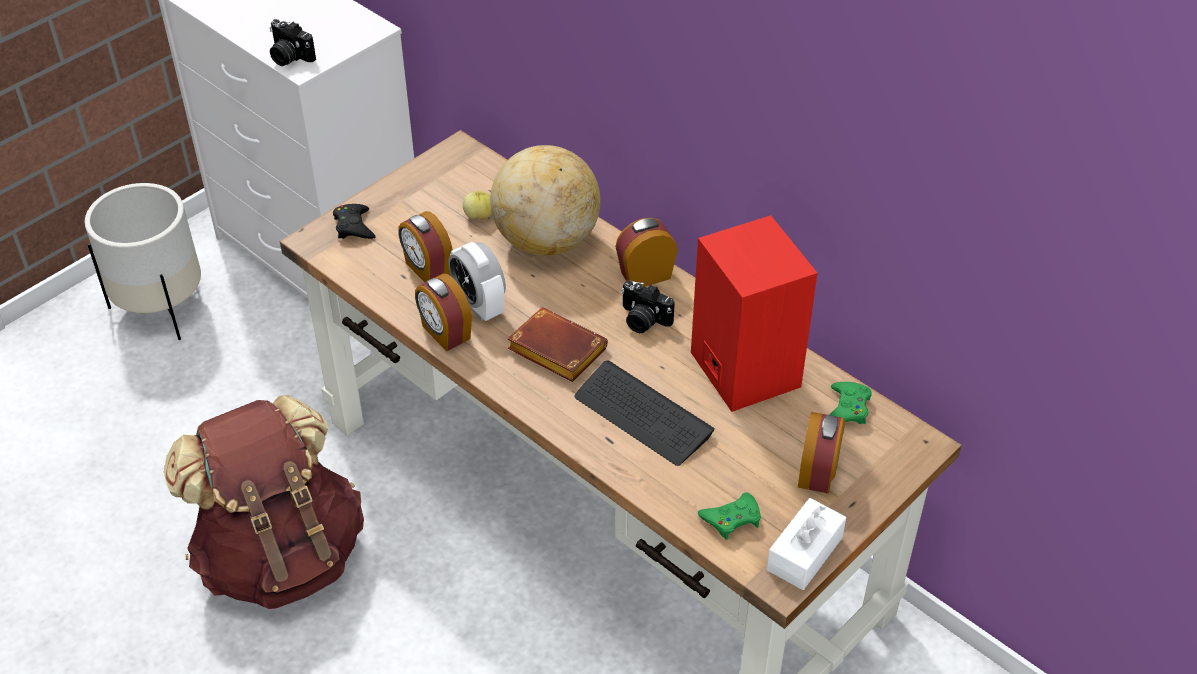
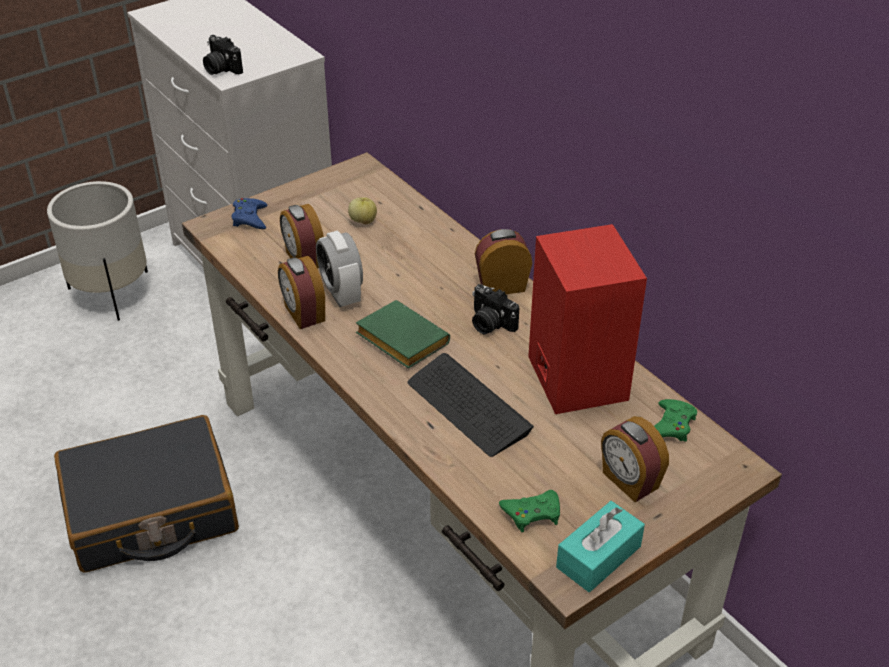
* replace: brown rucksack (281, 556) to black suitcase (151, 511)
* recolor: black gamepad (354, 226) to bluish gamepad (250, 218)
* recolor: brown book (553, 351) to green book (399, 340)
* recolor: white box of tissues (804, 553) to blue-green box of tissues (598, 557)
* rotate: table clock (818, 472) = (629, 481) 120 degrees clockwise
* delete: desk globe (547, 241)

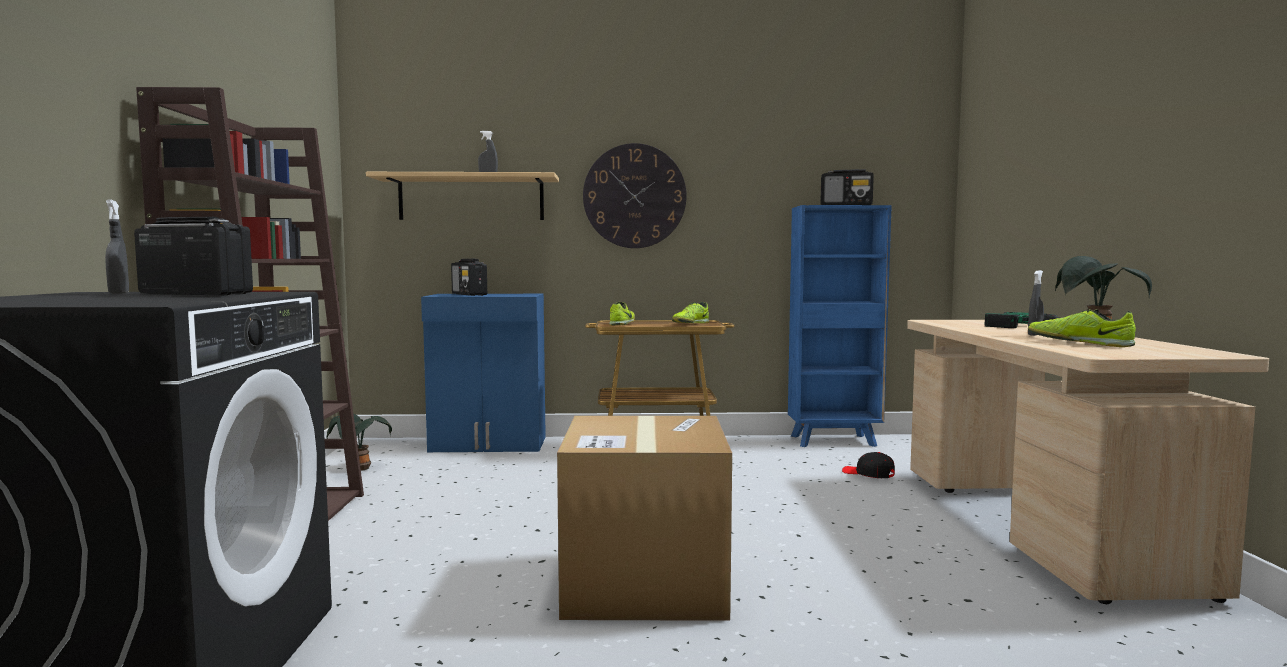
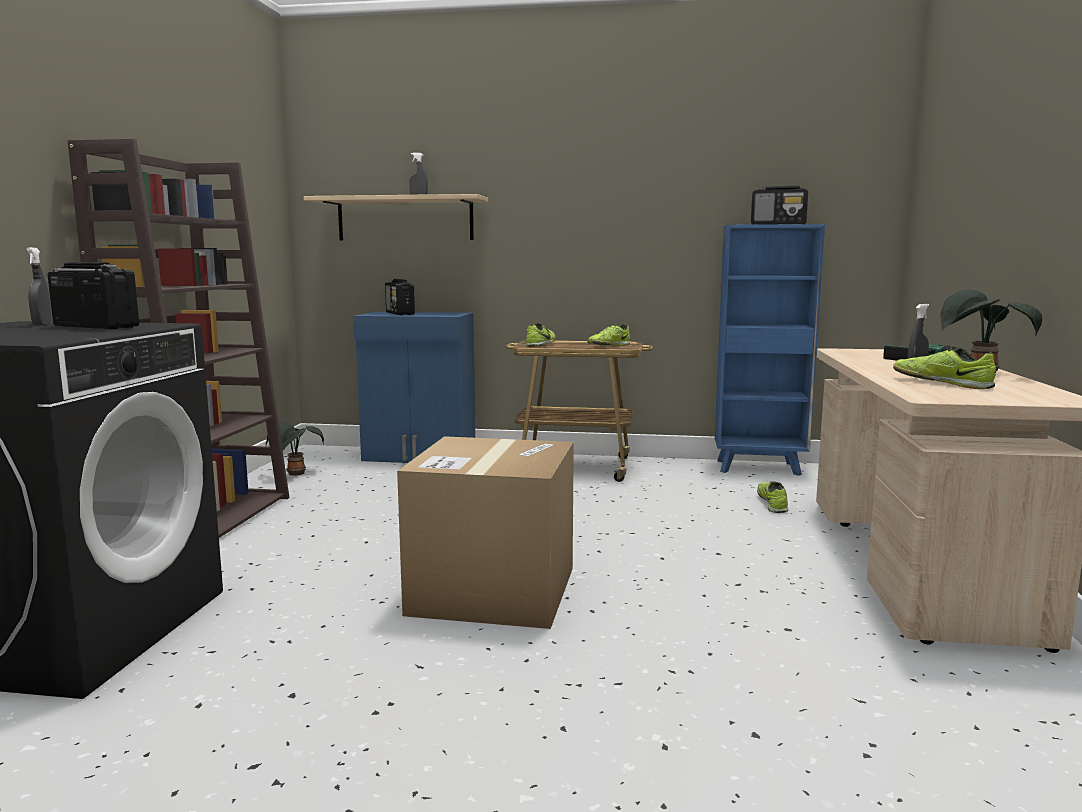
* replace: black cap (868, 474) to low shoe (772, 503)
* delete: wall clock (634, 196)

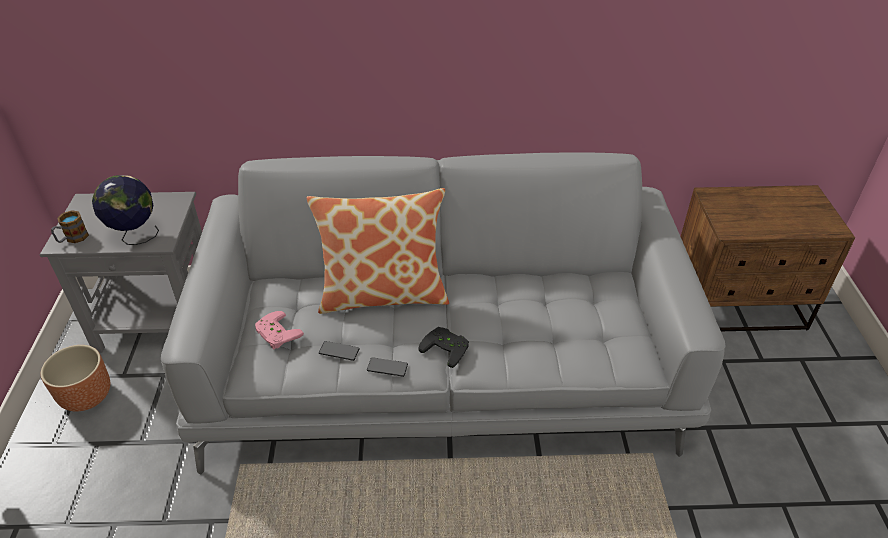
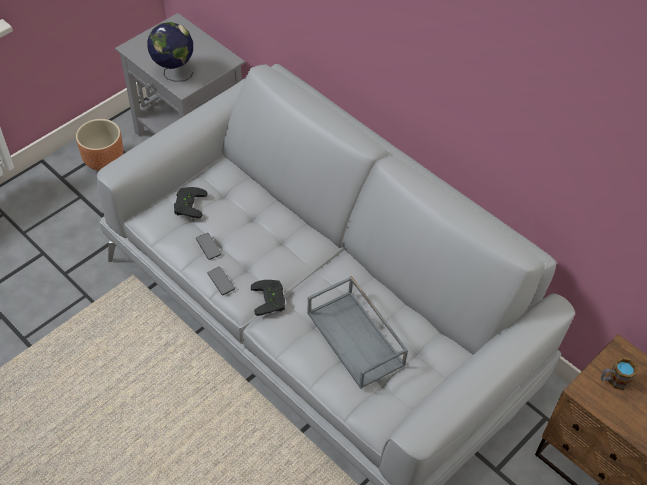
* recolor: pink-coloured gamepad (275, 334) to black gamepad (188, 204)
* insert: greyish tray (357, 339)
* move: coffee mug (72, 238) to (614, 380)
* delete: pillow (383, 294)

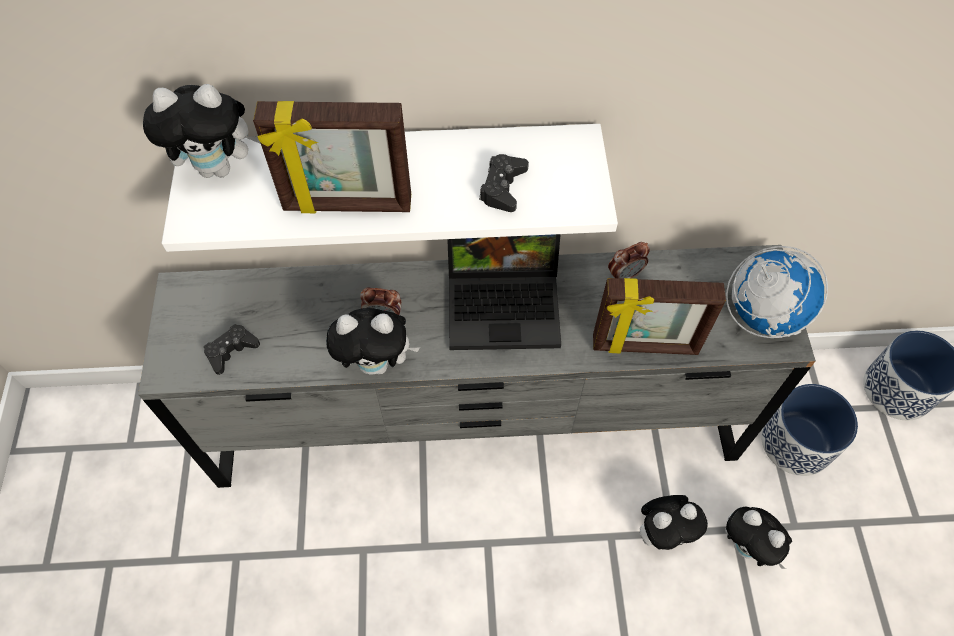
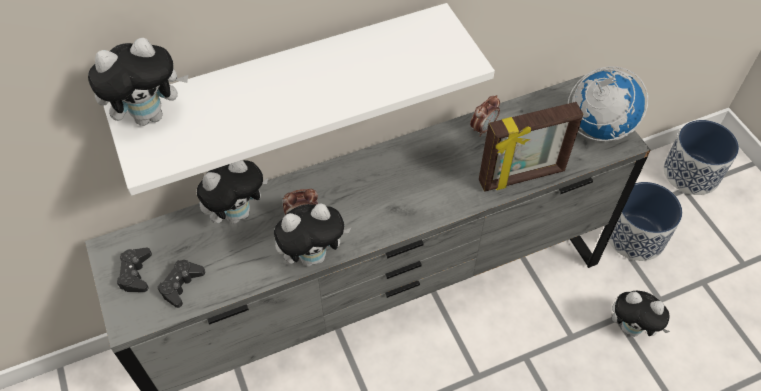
* move: black gamepad (503, 187) to (136, 273)
* move: soft toy (663, 533) to (237, 213)
* delete: picture frame (347, 205)
* delete: laptop (506, 301)

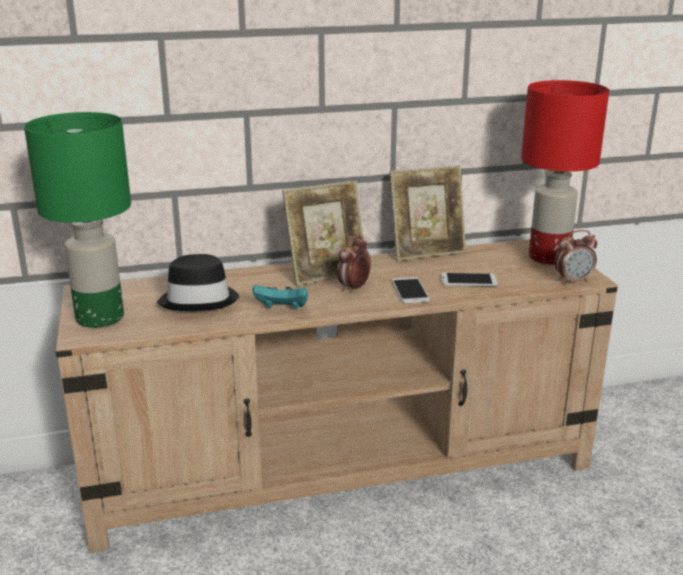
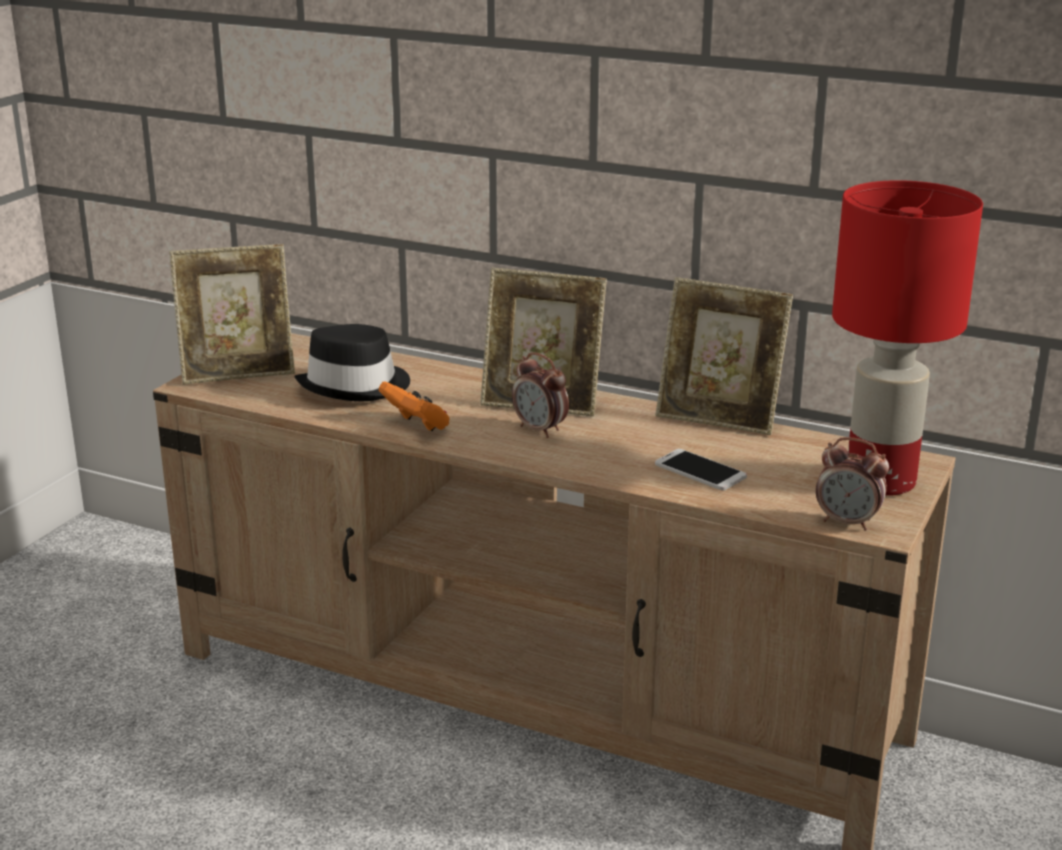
* replace: green tabletop lamp (100, 317) to picture frame (238, 372)
* recolor: blue-green gamepad (282, 309) to orange-coloured gamepad (417, 426)
* rotate: table clock (354, 288) = (540, 430) 120 degrees counterclockwise
* delete: handset (410, 291)

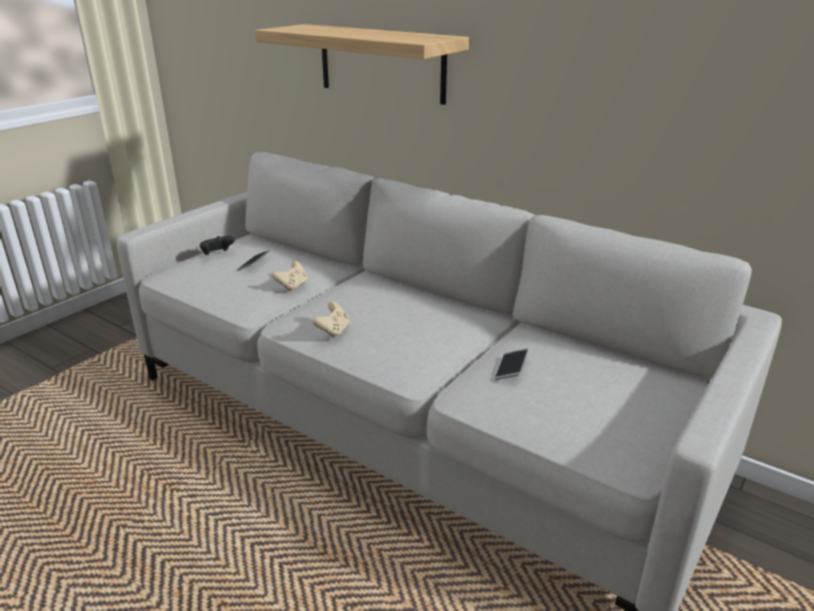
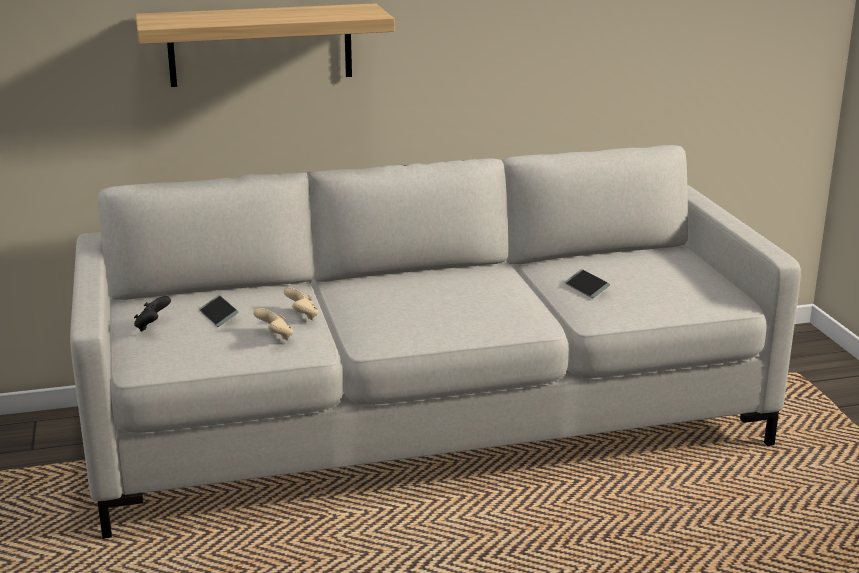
* move: sand-coloured gamepad (333, 331) to (275, 337)

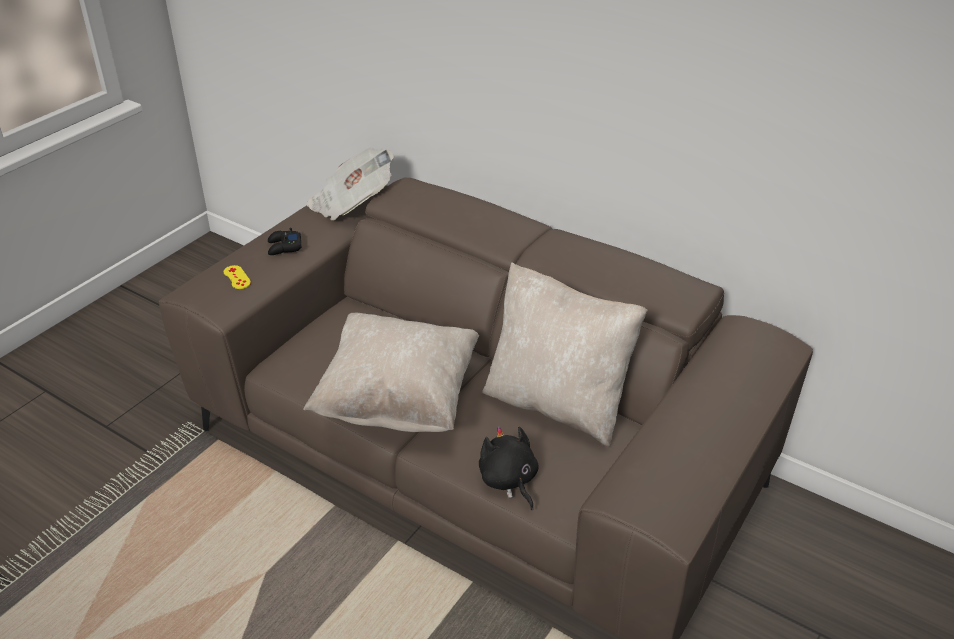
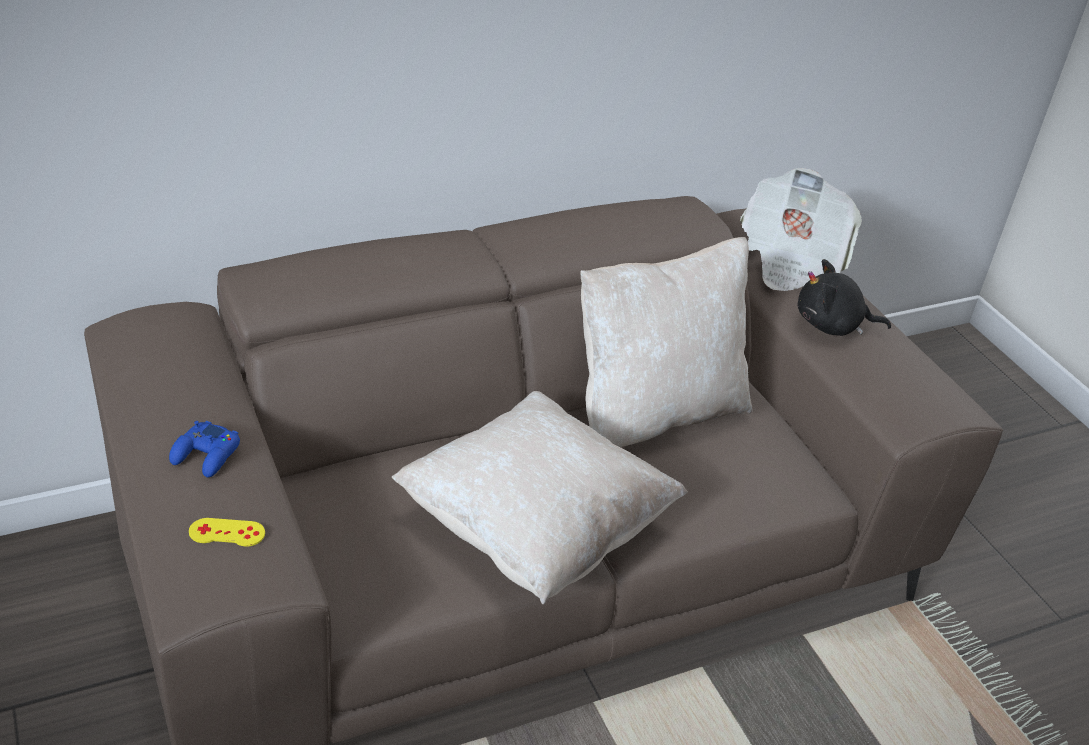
* recolor: black gamepad (284, 247) to bluish gamepad (206, 455)
* move: printed paper (351, 204) to (791, 260)
* move: black soft toy (508, 480) to (832, 326)

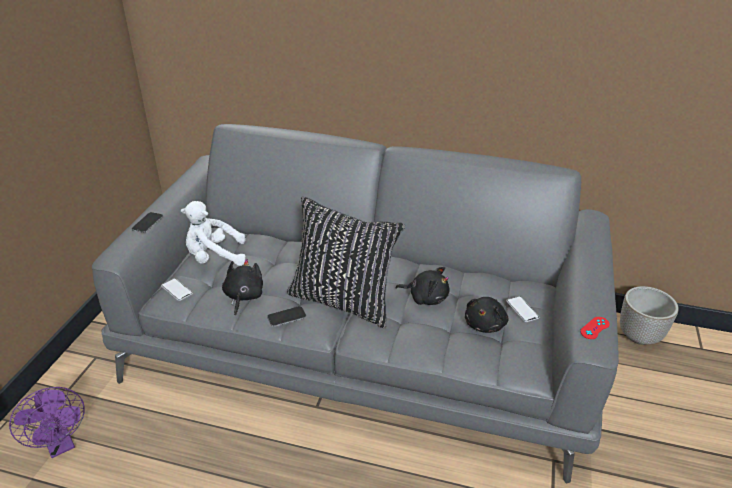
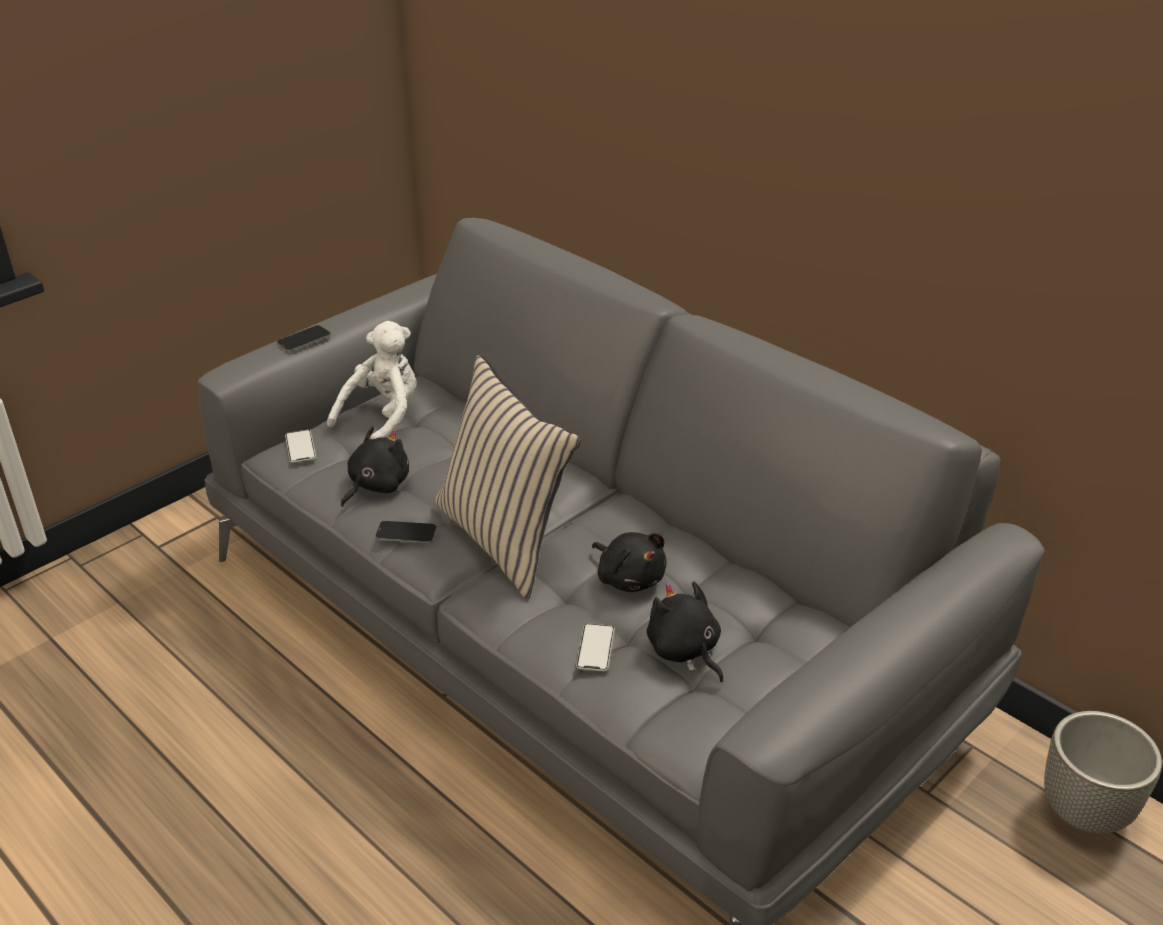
* rotate: white soft toy (214, 257) = (383, 418) 105 degrees clockwise
* recolor: black pillow (343, 300) to sand-coloured pillow (504, 538)
* move: handset (522, 309) to (595, 648)
* rotate: black soft toy (485, 324) = (684, 651) 90 degrees clockwise
* delete: purplish fan (61, 445)
* delete: reddish gamepad (594, 328)

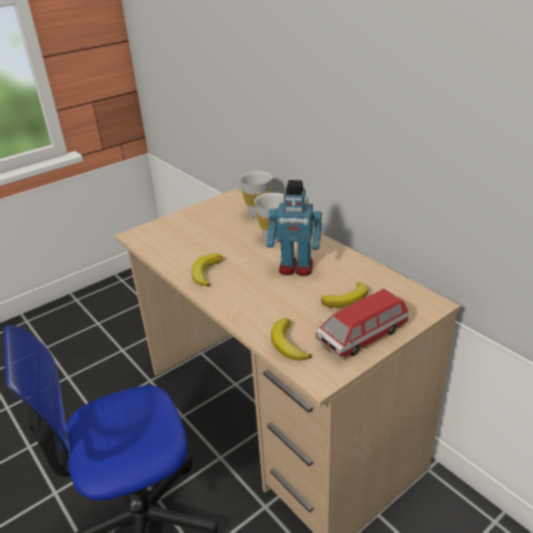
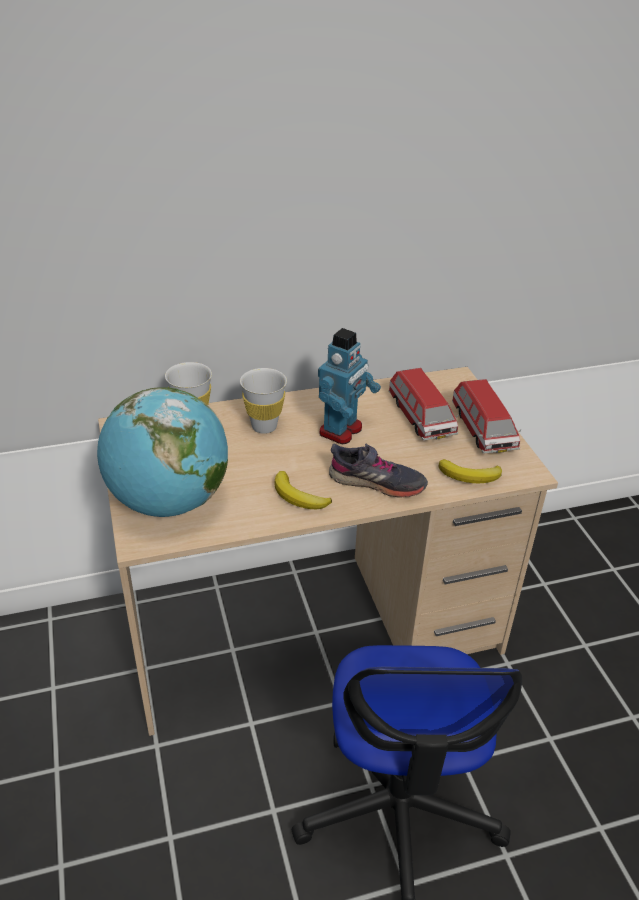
* insert: desk globe (169, 502)
* insert: greyish low shoe (376, 483)
* replace: banana (348, 299) to miniature car (420, 418)

